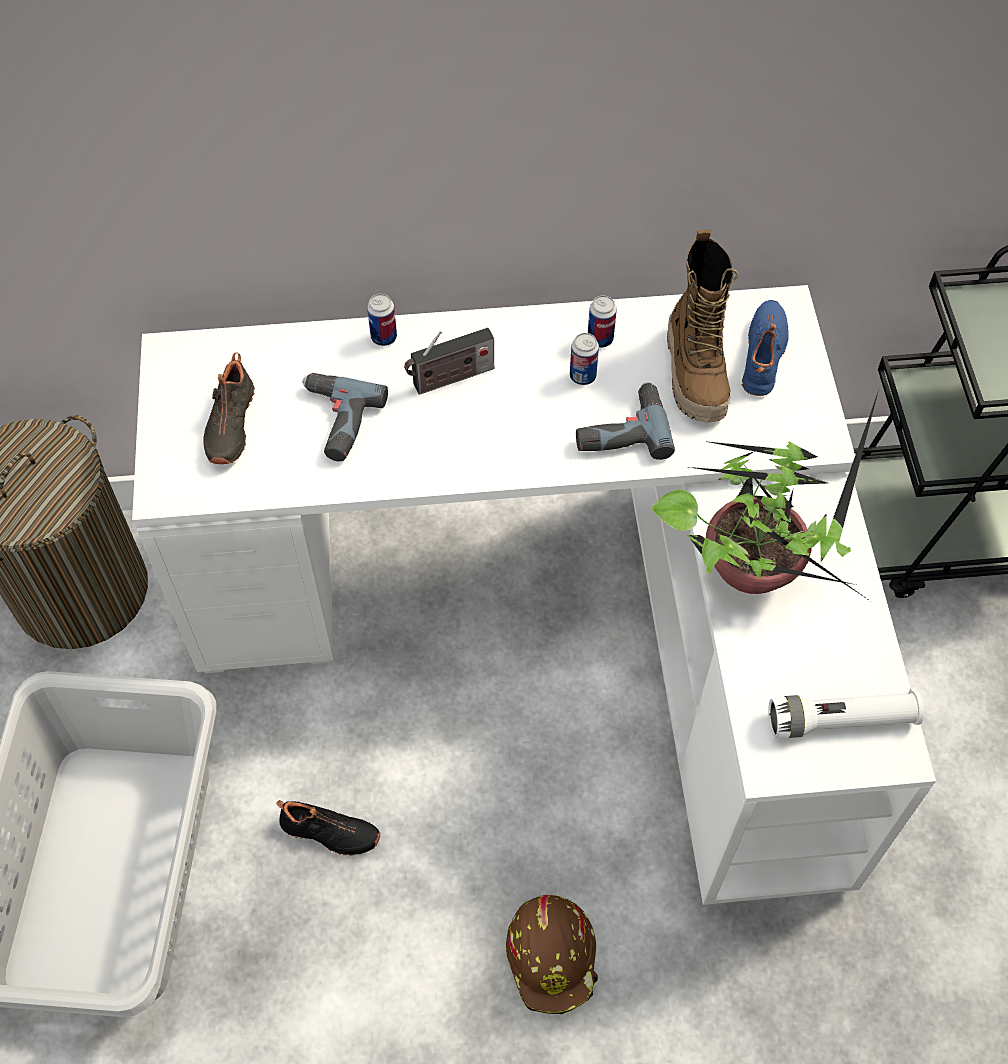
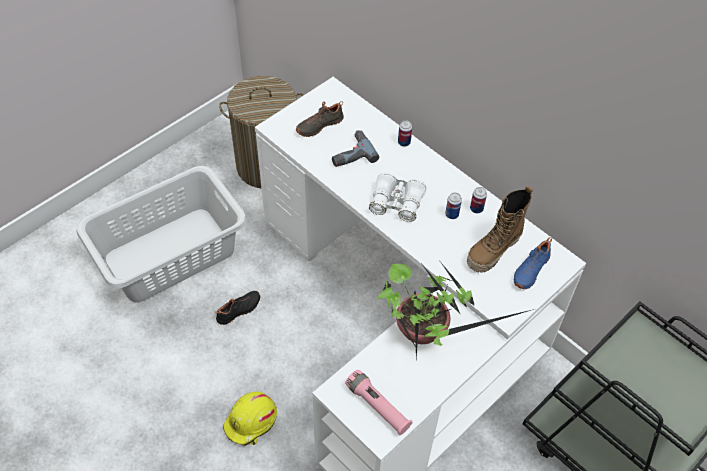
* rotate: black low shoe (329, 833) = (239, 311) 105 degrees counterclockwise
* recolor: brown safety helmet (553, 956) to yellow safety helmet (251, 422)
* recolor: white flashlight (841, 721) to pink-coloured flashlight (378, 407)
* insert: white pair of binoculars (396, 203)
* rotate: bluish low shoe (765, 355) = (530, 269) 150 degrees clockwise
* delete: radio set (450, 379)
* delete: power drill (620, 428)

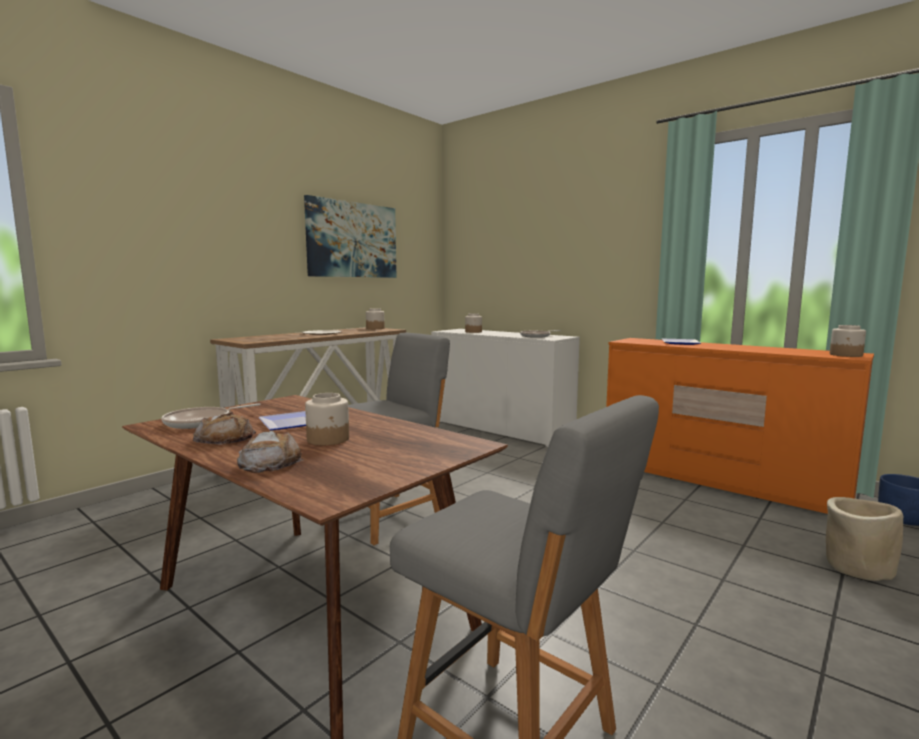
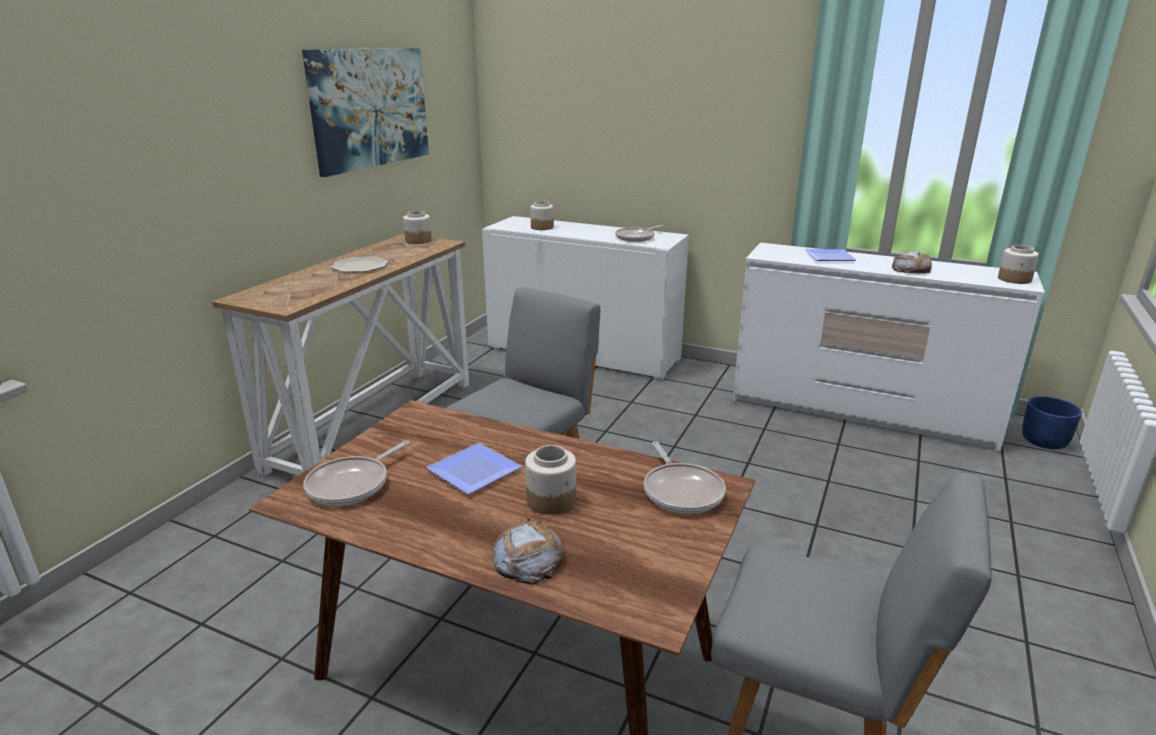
* insert: pan (681, 491)
* recolor: orange-coloured chest of drawers (718, 481) to white chest of drawers (861, 412)
* move: bakery bread (225, 438) to (911, 269)
* delete: sand-coloured planter (858, 567)

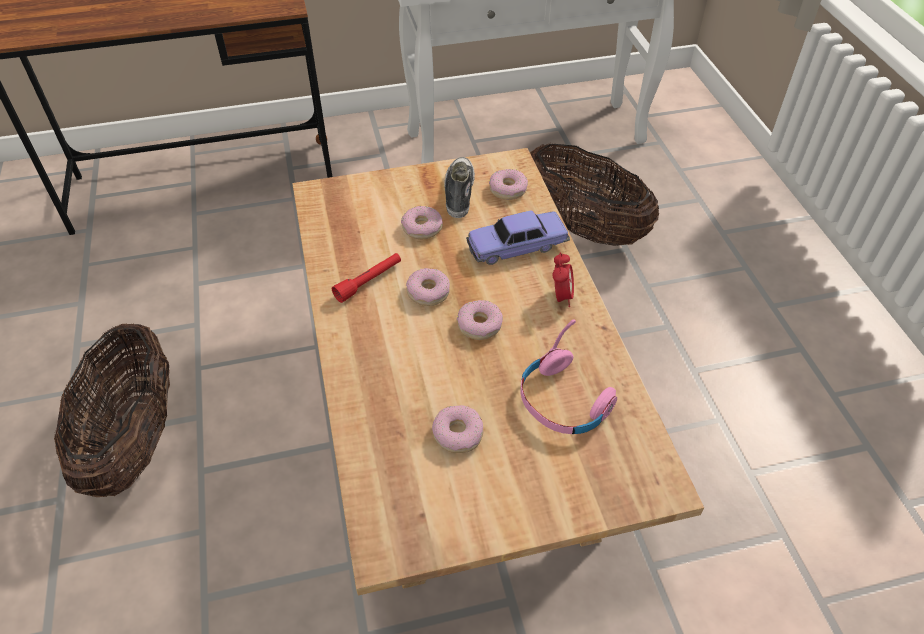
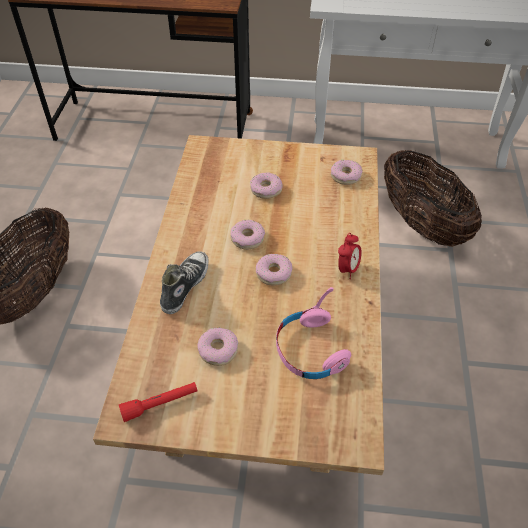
* move: reddish flashlight (369, 282) to (160, 404)
* move: low shoe (458, 193) to (184, 286)
* delete: miniature car (517, 246)

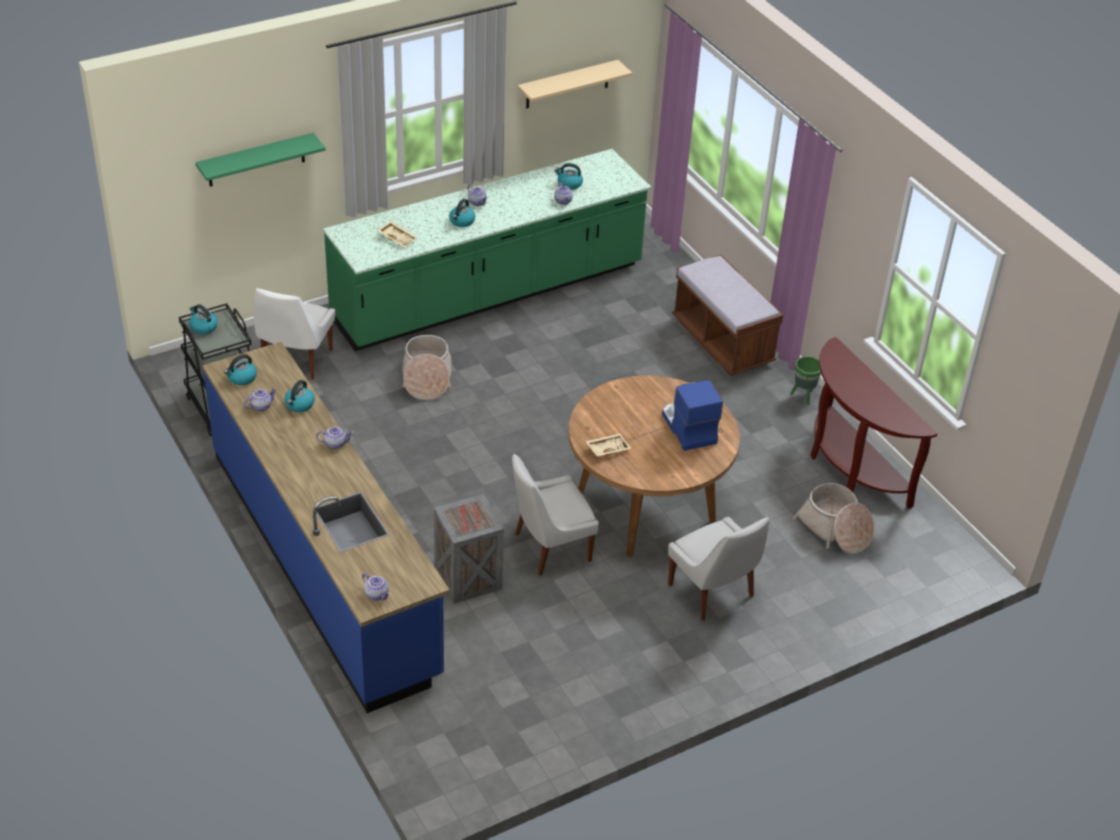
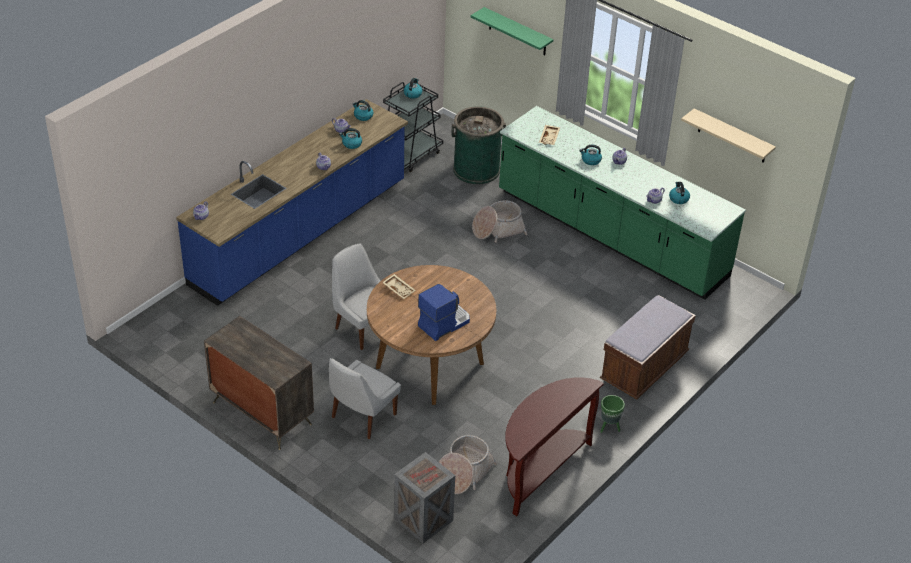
* insert: chest of drawers (261, 412)
* move: crate (467, 579) to (422, 519)
* replace: white upright chair (295, 361) to green rubbish bin (476, 169)

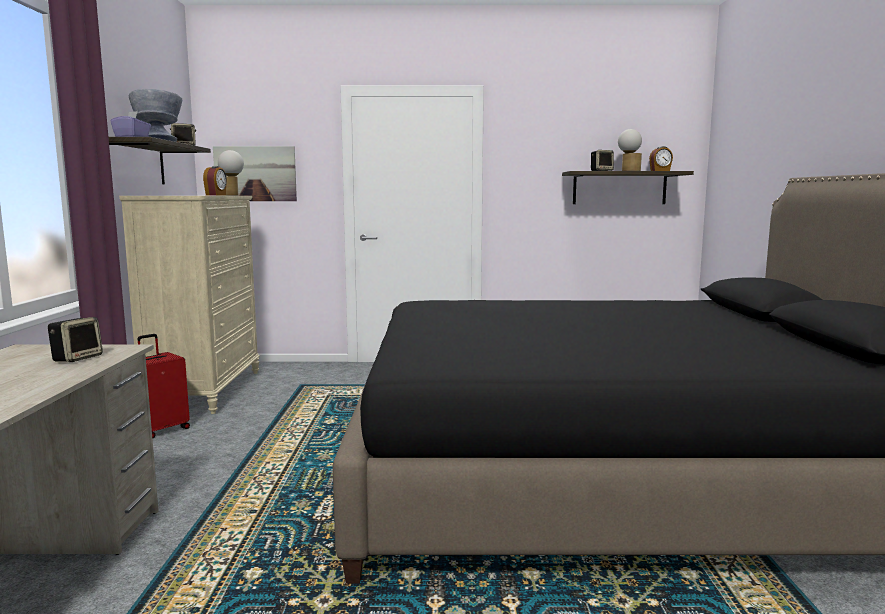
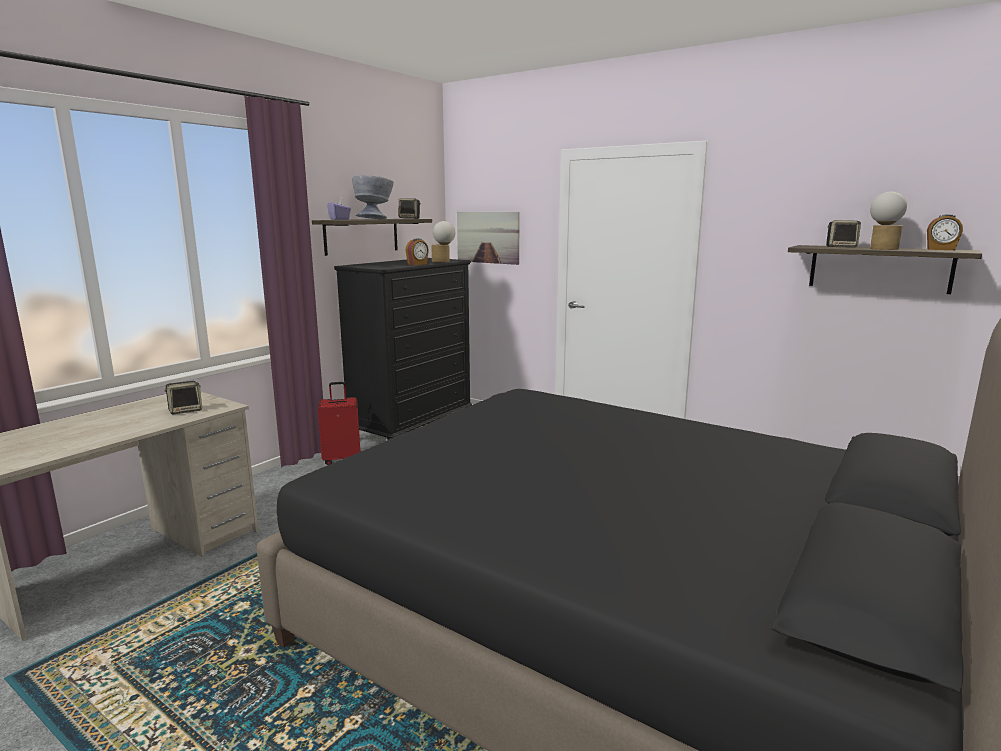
* recolor: sand-coloured chest of drawers (206, 391) to black chest of drawers (413, 429)

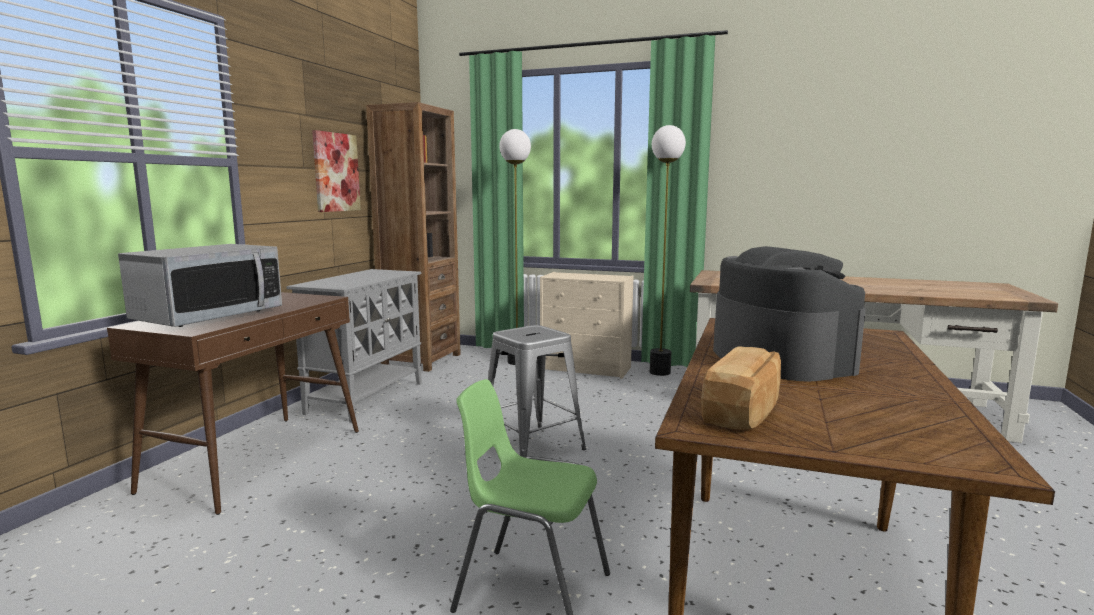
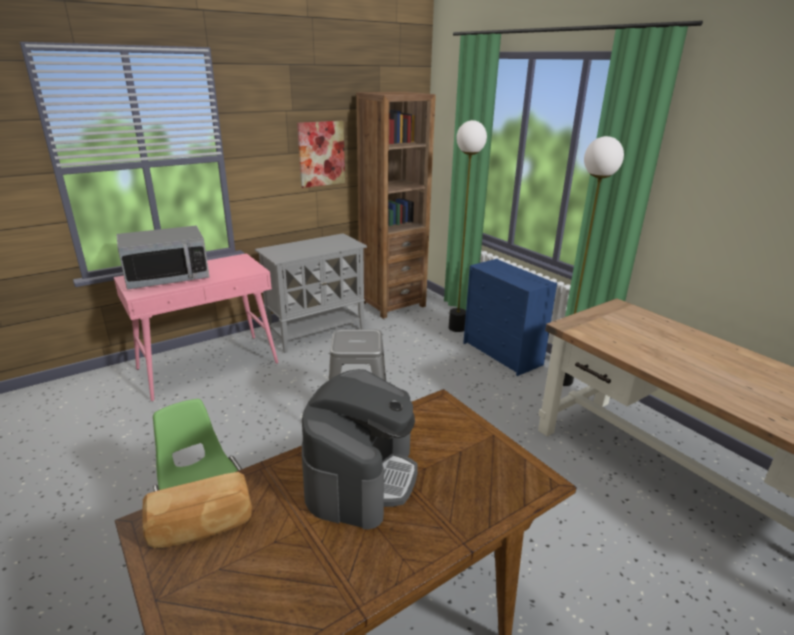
* recolor: brown hall table (258, 459) to pink-coloured hall table (209, 366)
* recolor: sand-coloured chest of drawers (587, 368) to bluish chest of drawers (503, 354)

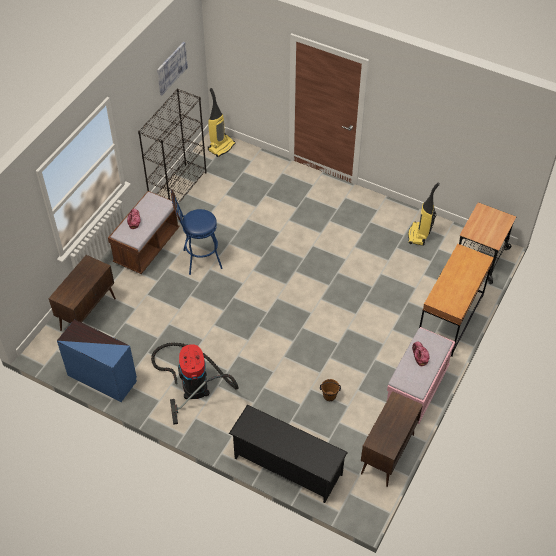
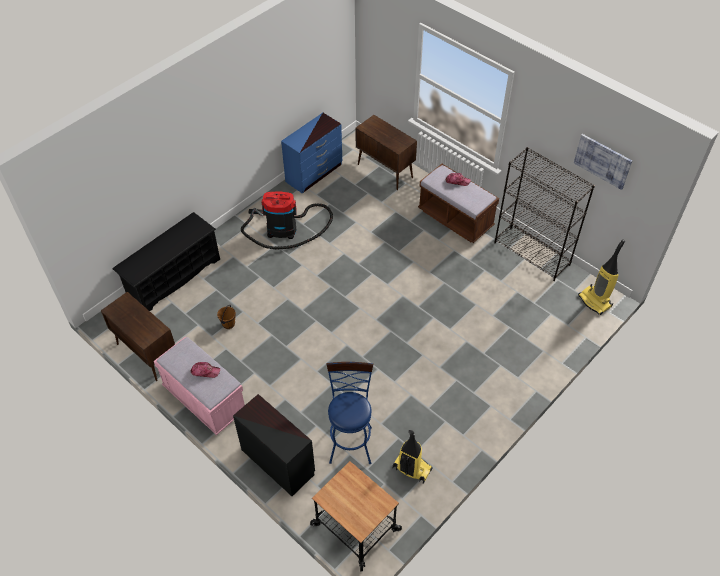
* replace: brown desk table (450, 319) to black chest of drawers (278, 461)
* move: bluish stool (198, 260) to (350, 440)

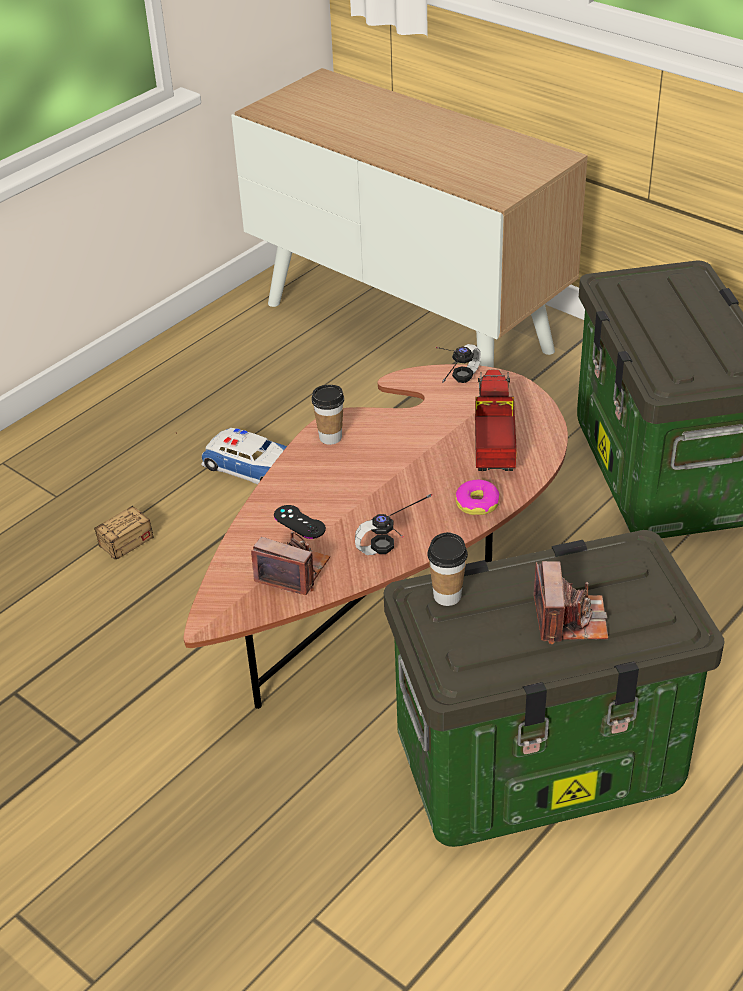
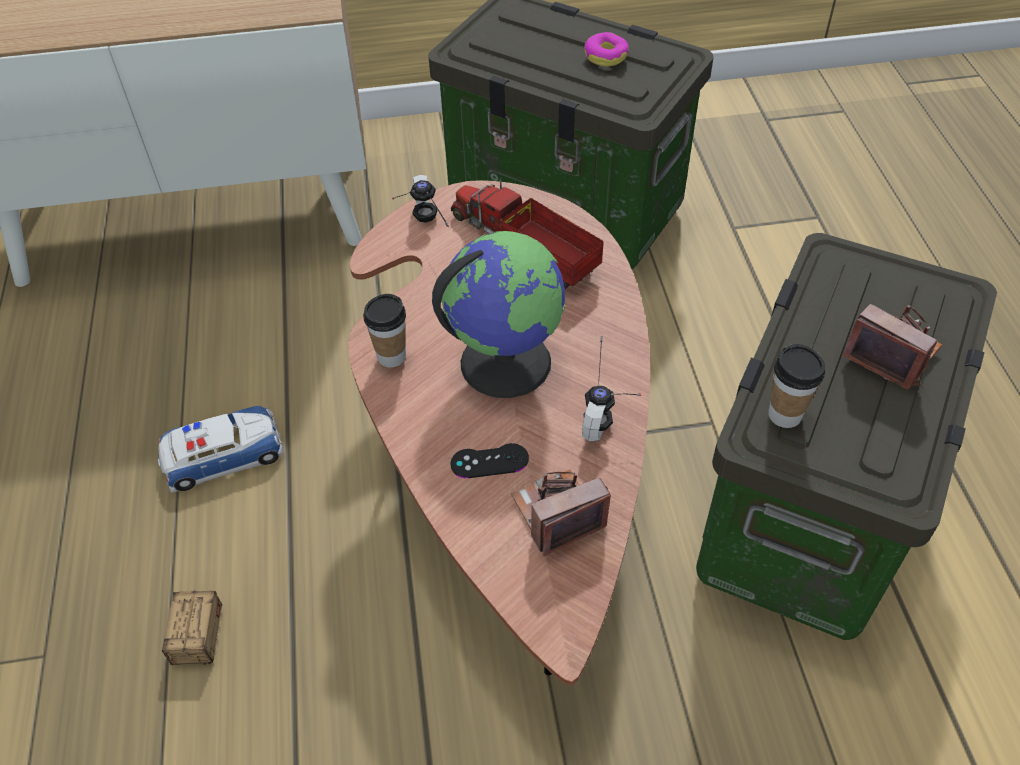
* insert: desk globe (505, 361)
* move: ring doughnut (477, 503) to (606, 56)

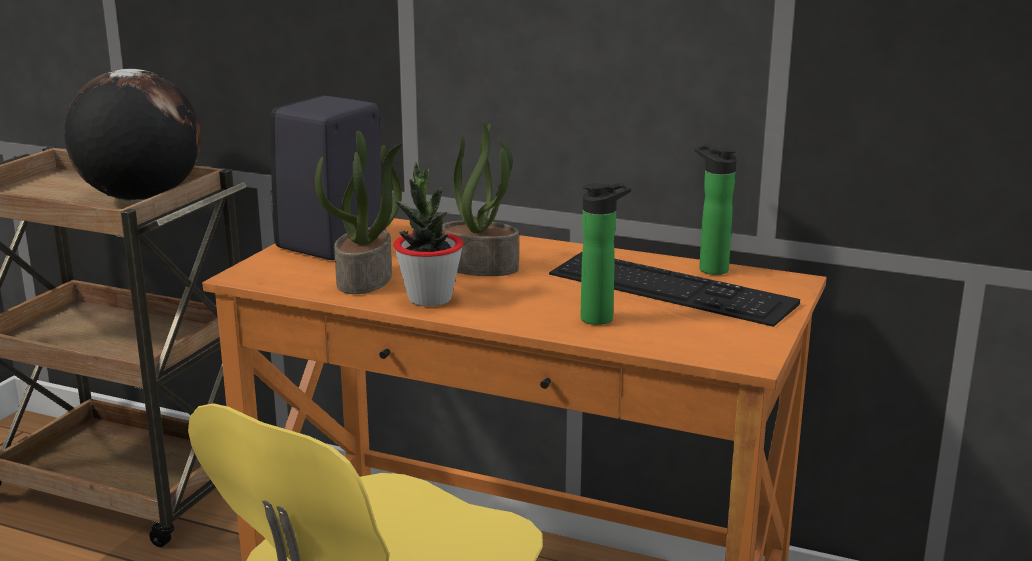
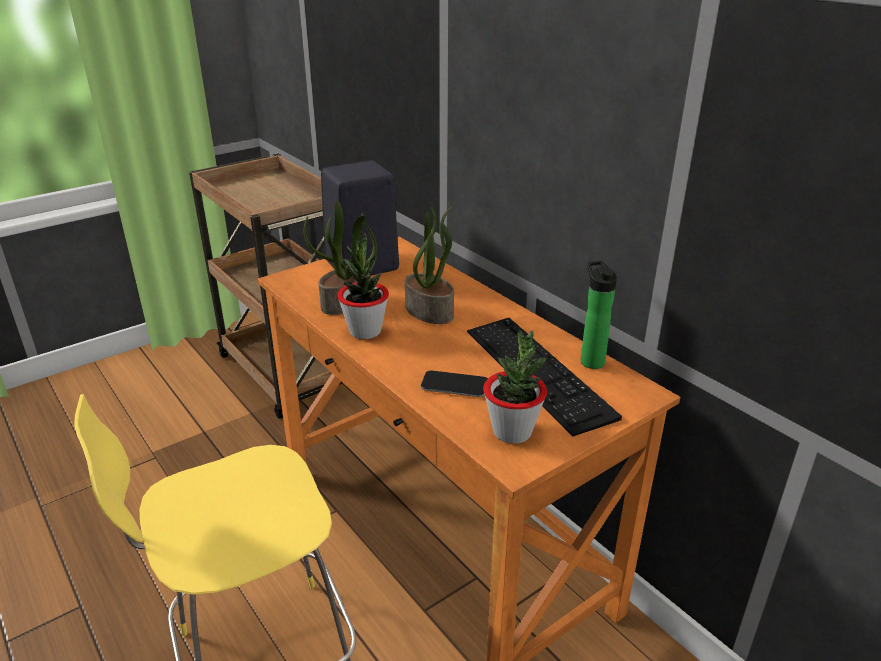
* replace: drink bottle (601, 318) to handset (454, 385)
* insert: potted plant (512, 432)
* delete: desk globe (140, 198)

